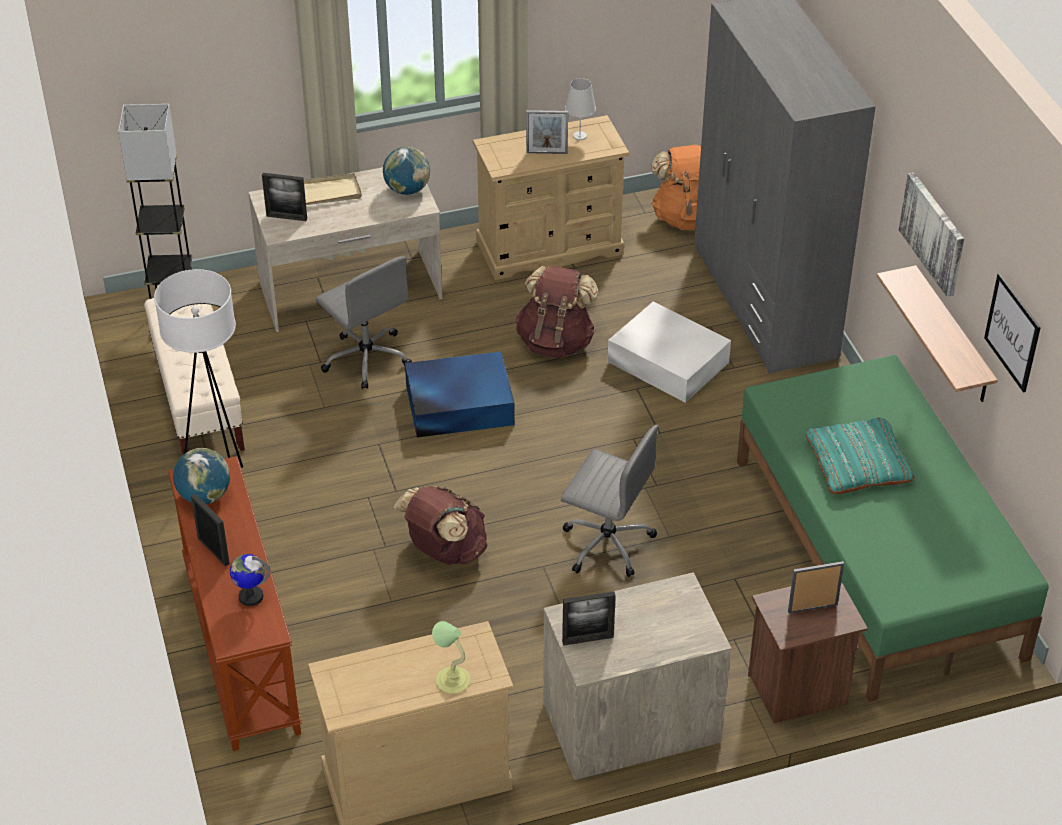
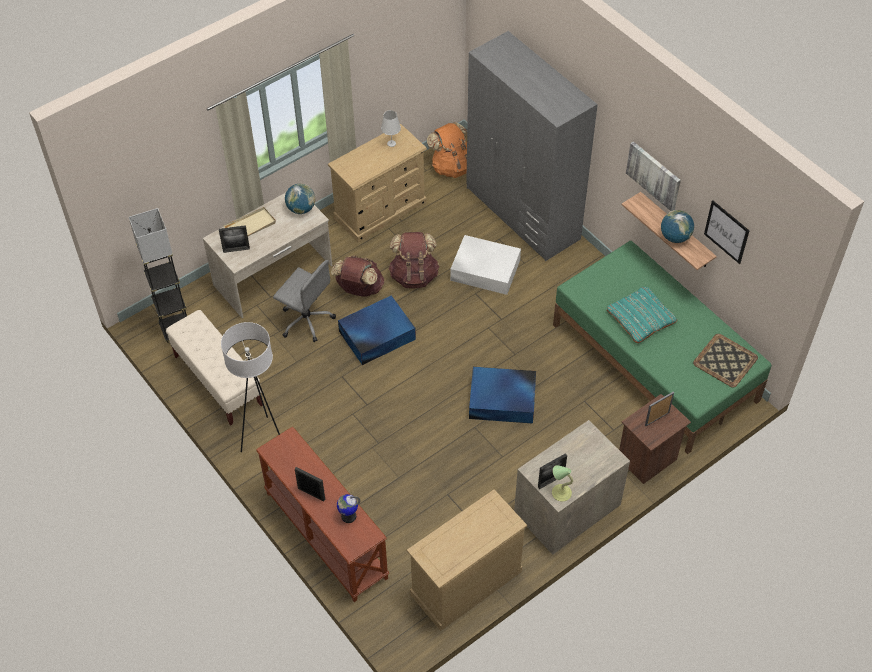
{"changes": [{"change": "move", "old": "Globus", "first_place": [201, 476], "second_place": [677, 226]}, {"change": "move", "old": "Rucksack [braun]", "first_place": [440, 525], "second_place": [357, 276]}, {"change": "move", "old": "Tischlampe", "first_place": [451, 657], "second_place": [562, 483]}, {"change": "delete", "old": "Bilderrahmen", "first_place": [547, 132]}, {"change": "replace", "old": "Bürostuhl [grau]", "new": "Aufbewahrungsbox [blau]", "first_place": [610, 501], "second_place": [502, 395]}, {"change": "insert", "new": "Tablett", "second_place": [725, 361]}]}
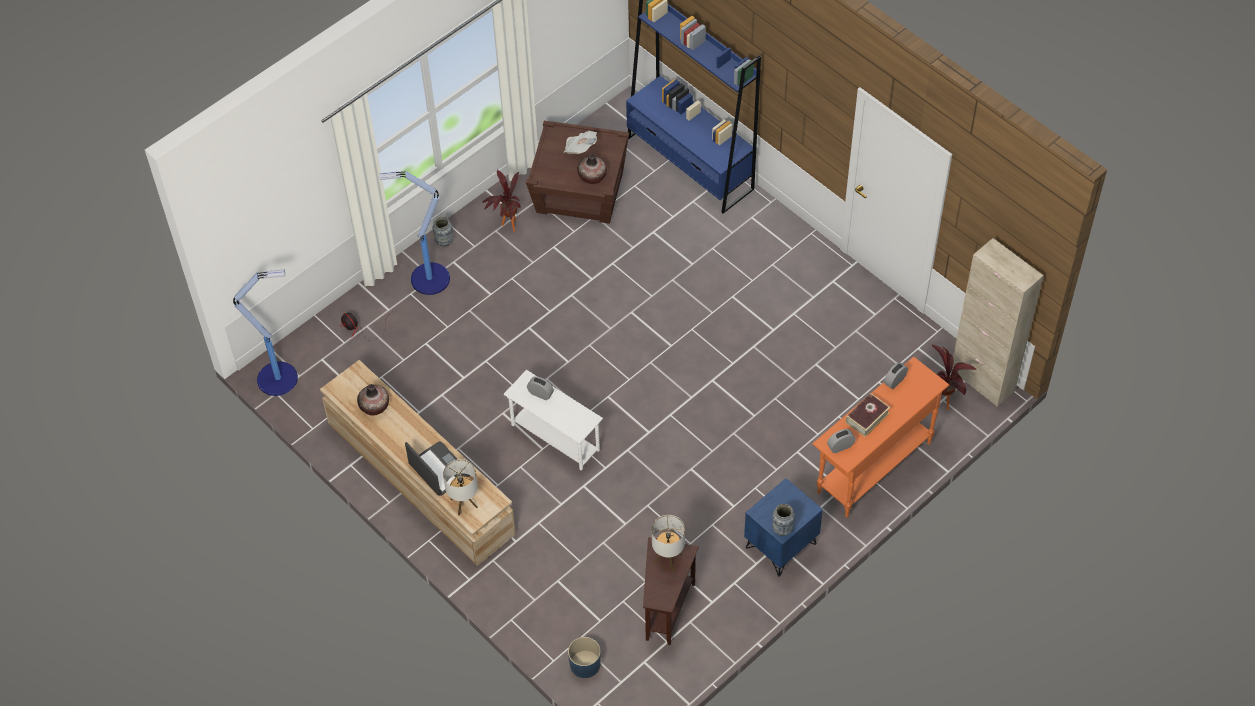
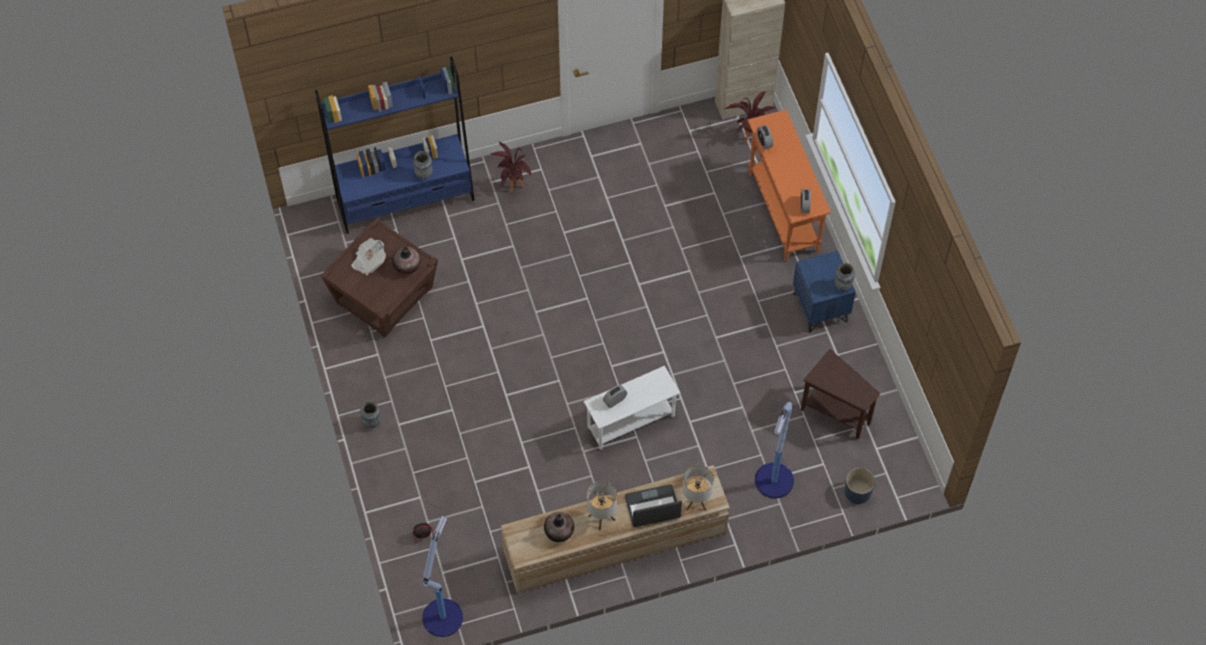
{"changes": [{"change": "move", "old": "Stehlampe", "first_place": [414, 233], "second_place": [774, 450]}, {"change": "move", "old": "Topfpflanze", "first_place": [501, 201], "second_place": [510, 167]}, {"change": "move", "old": "Tischlampe", "first_place": [668, 543], "second_place": [602, 505]}, {"change": "delete", "old": "Buch", "first_place": [867, 415]}, {"change": "insert", "new": "Vase", "second_place": [423, 165]}]}
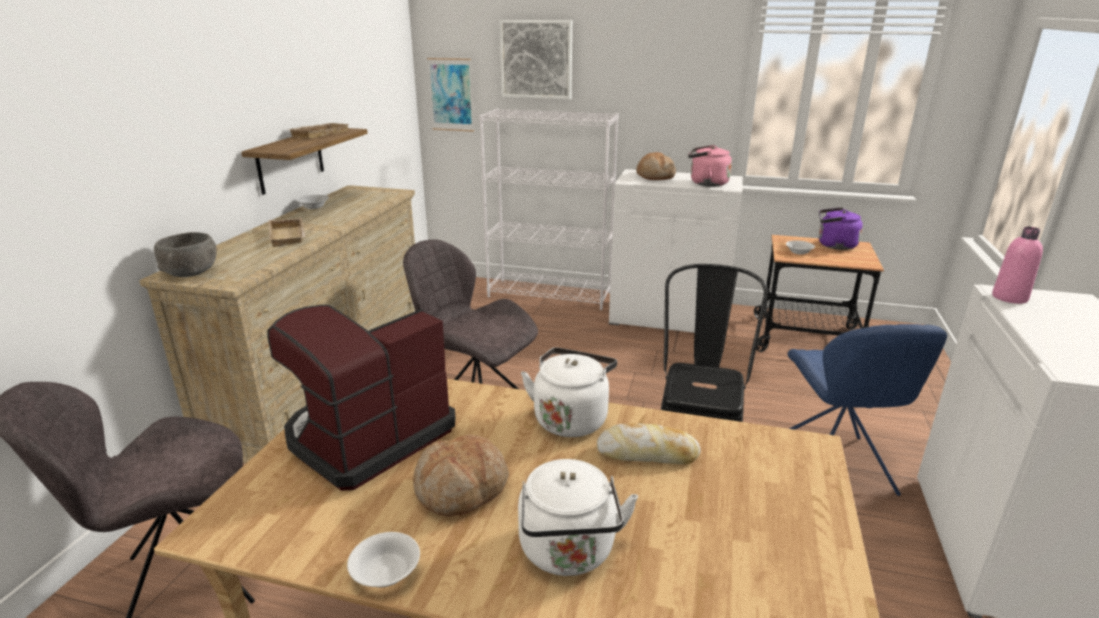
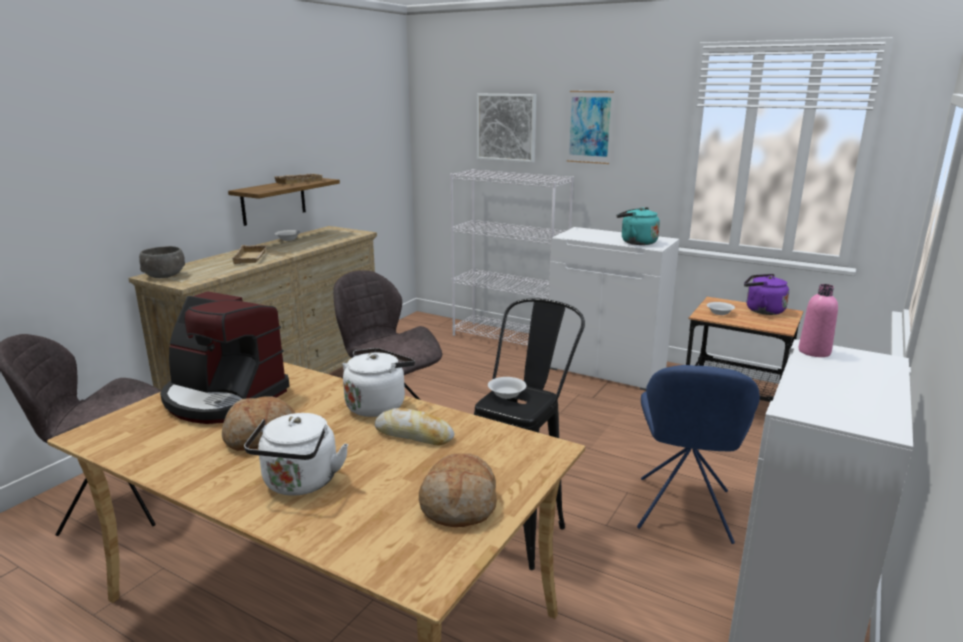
{"changes": [{"change": "rotate", "old": "Kaffeemaschine", "first_place": [361, 398], "second_place": [225, 357], "degrees": -120}, {"change": "move", "old": "Schüssel [weiß]", "first_place": [383, 559], "second_place": [507, 388]}, {"change": "move", "old": "Bild", "first_place": [450, 95], "second_place": [590, 127]}, {"change": "move", "old": "Brot", "first_place": [656, 166], "second_place": [458, 490]}, {"change": "recolor", "old": "Wasserkessel [rosa]", "new": "Wasserkessel [türkis]", "first_place": [710, 166], "second_place": [638, 226]}]}
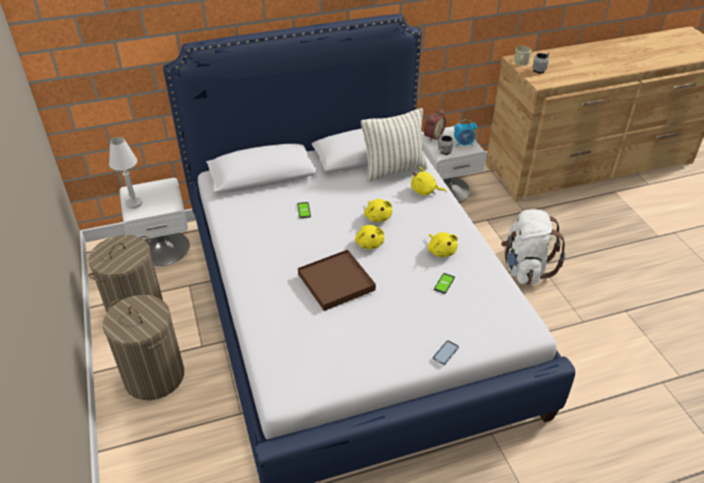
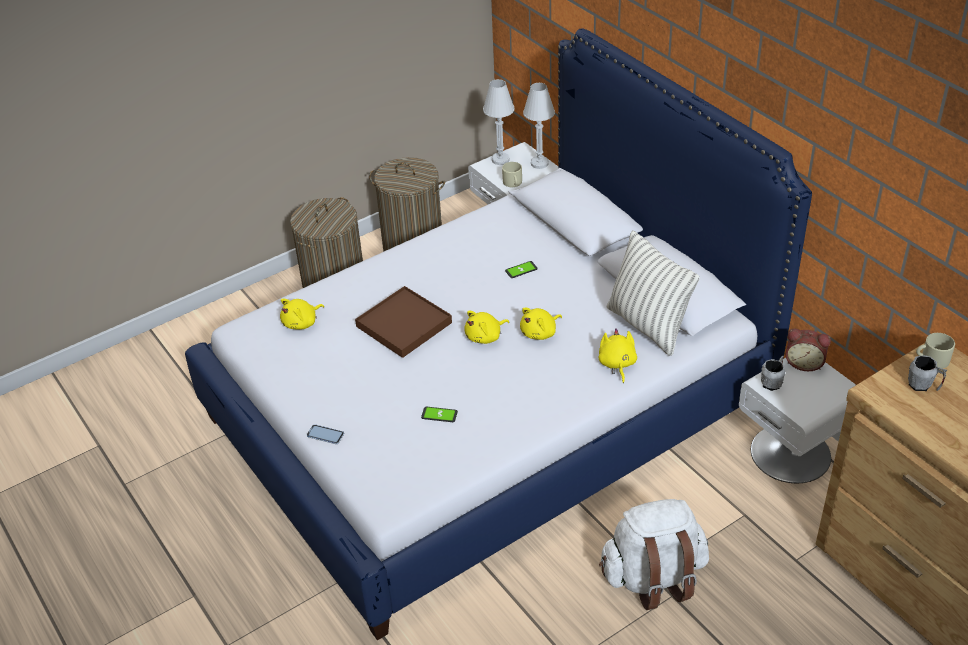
{"changes": [{"change": "move", "old": "Plüschtier [gelb]", "first_place": [443, 244], "second_place": [302, 314]}, {"change": "delete", "old": "Wecker", "first_place": [465, 133]}, {"change": "insert", "new": "Henkelbecher [beige]", "second_place": [512, 174]}, {"change": "insert", "new": "Tischlampe [weiß]", "second_place": [539, 126]}]}
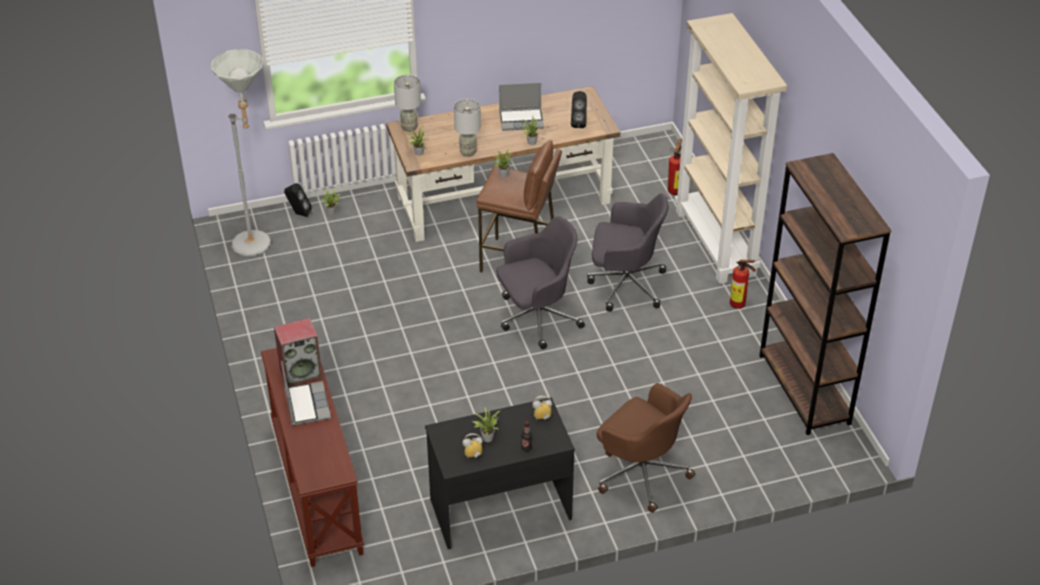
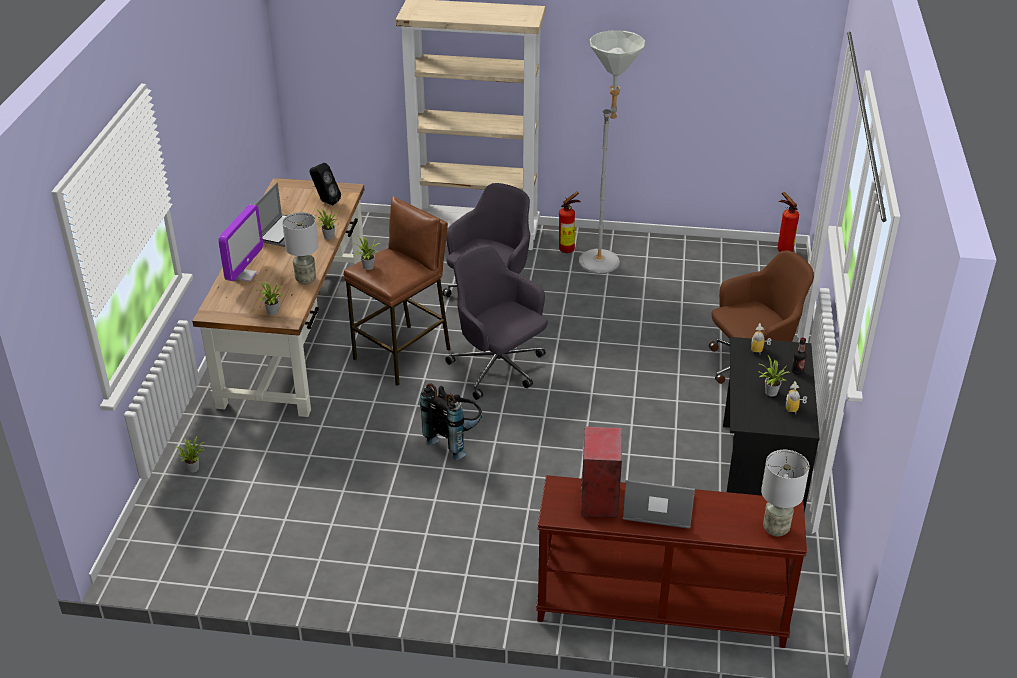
{"changes": [{"change": "move", "old": "Stehlampe [grau]", "first_place": [241, 152], "second_place": [612, 152]}, {"change": "delete", "old": "Lautsprecher [schwarz]", "first_place": [298, 200]}, {"change": "move", "old": "Tischlampe [grau]", "first_place": [407, 103], "second_place": [785, 493]}, {"change": "rotate", "old": "Bürostuhl [grau]", "first_place": [540, 282], "second_place": [496, 322], "degrees": -45}, {"change": "move", "old": "Feuerlöscher", "first_place": [675, 167], "second_place": [788, 222]}, {"change": "delete", "old": "Bücherregal [braun]", "first_place": [825, 294]}, {"change": "insert", "new": "Monitor", "second_place": [241, 243]}, {"change": "insert", "new": "Rucksack [schwarz]", "second_place": [451, 421]}]}
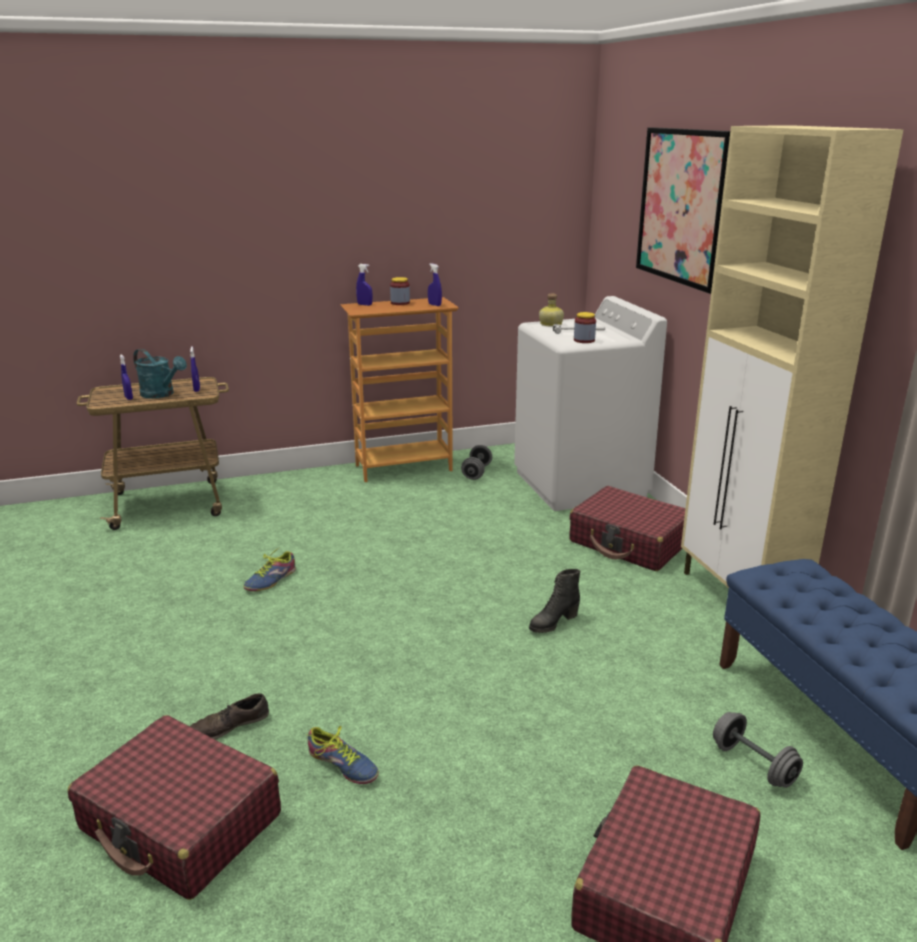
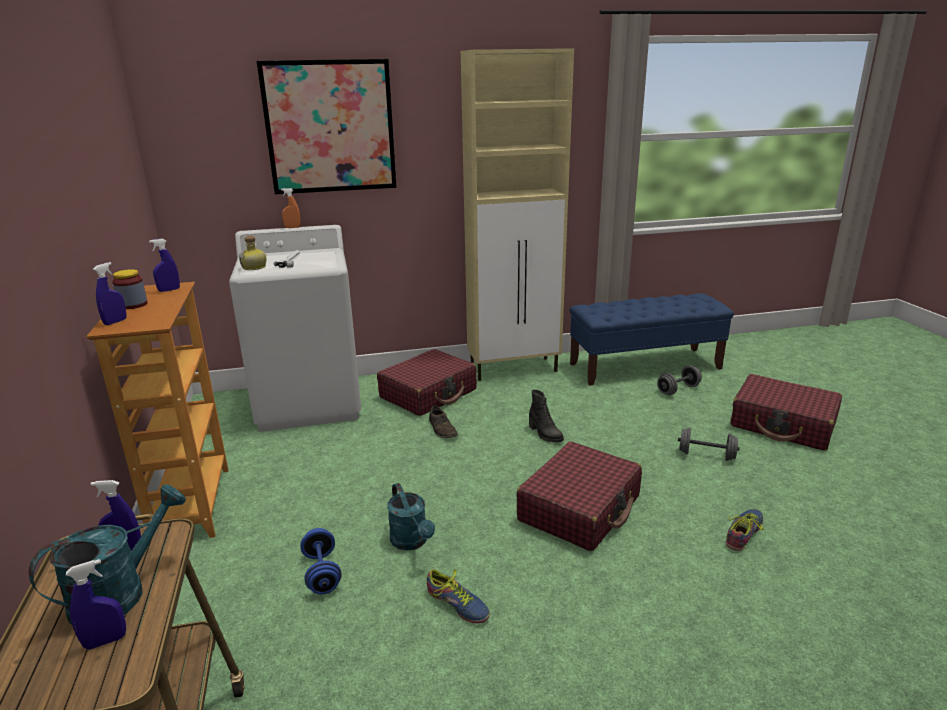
{"changes": [{"change": "move", "old": "Koffer [rot]", "first_place": [174, 807], "second_place": [579, 496]}, {"change": "move", "old": "Schuh [braun]", "first_place": [229, 716], "second_place": [443, 421]}, {"change": "move", "old": "Hantel [grau]", "first_place": [476, 462], "second_place": [709, 444]}, {"change": "delete", "old": "Vorratsglas", "first_place": [585, 327]}, {"change": "insert", "new": "Sprühflasche [orange]", "second_place": [291, 208]}, {"change": "insert", "new": "Hantel [blau]", "second_place": [321, 561]}, {"change": "insert", "new": "Gießkanne [türkis]", "second_place": [411, 516]}]}
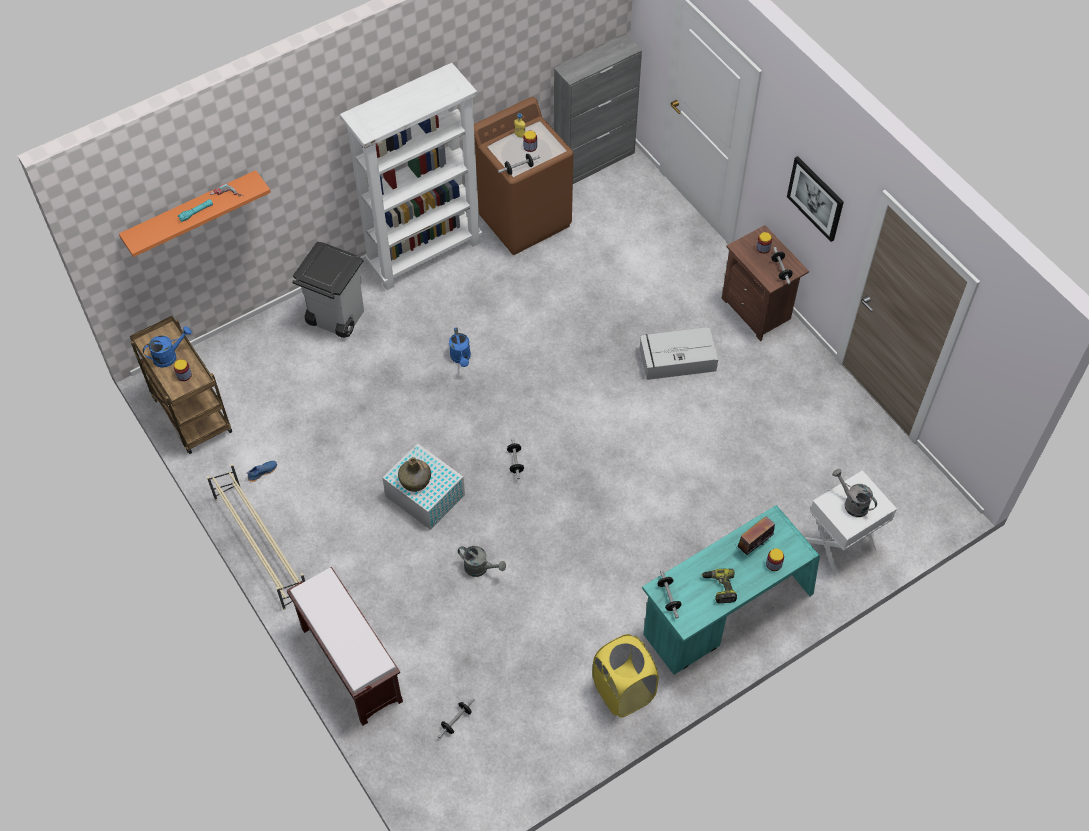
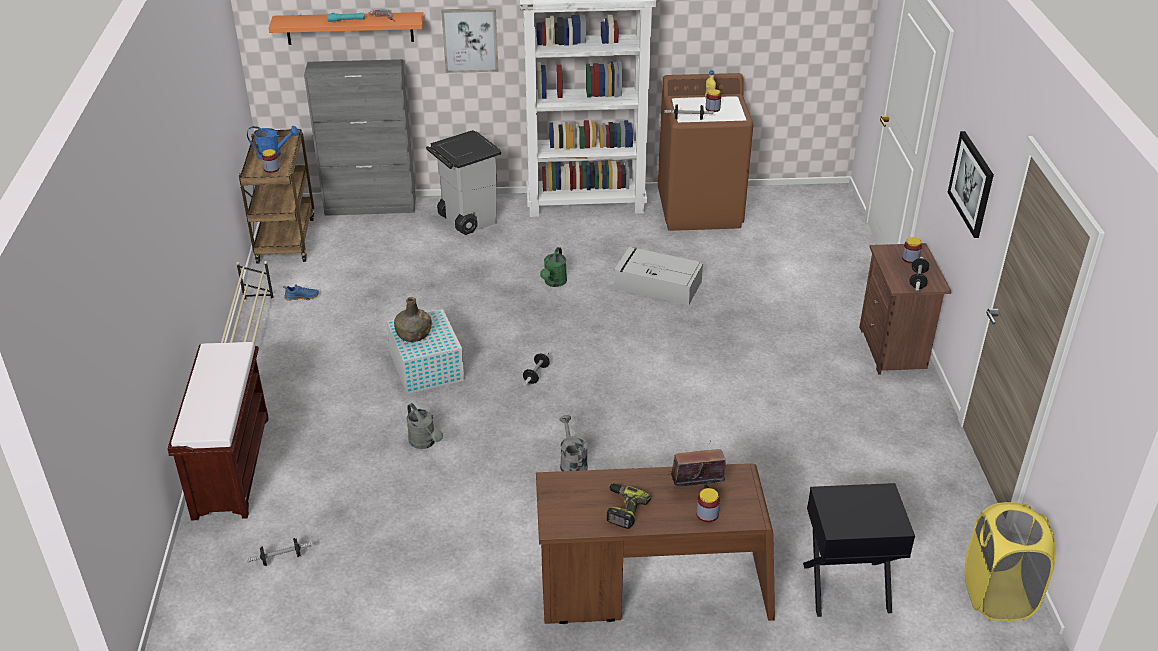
{"changes": [{"change": "recolor", "old": "Gießkanne [blau]", "new": "Gießkanne [grün]", "first_place": [460, 347], "second_place": [553, 267]}, {"change": "move", "old": "Schrank [grau]", "first_place": [598, 109], "second_place": [360, 137]}, {"change": "move", "old": "Wäschekorb [gelb]", "first_place": [625, 676], "second_place": [1010, 561]}, {"change": "move", "old": "Aufbewahrungsbox [grau]", "first_place": [679, 353], "second_place": [658, 276]}, {"change": "recolor", "old": "Schreibtisch [türkis]", "new": "Schreibtisch [braun]", "first_place": [731, 590], "second_place": [655, 543]}, {"change": "delete", "old": "Hantel", "first_place": [669, 594]}, {"change": "recolor", "old": "Nachttisch [weiß]", "new": "Nachttisch [schwarz]", "first_place": [851, 523], "second_place": [859, 550]}, {"change": "move", "old": "Gießkanne [grau]", "first_place": [854, 493], "second_place": [573, 443]}, {"change": "insert", "new": "Bild", "second_place": [469, 40]}]}
